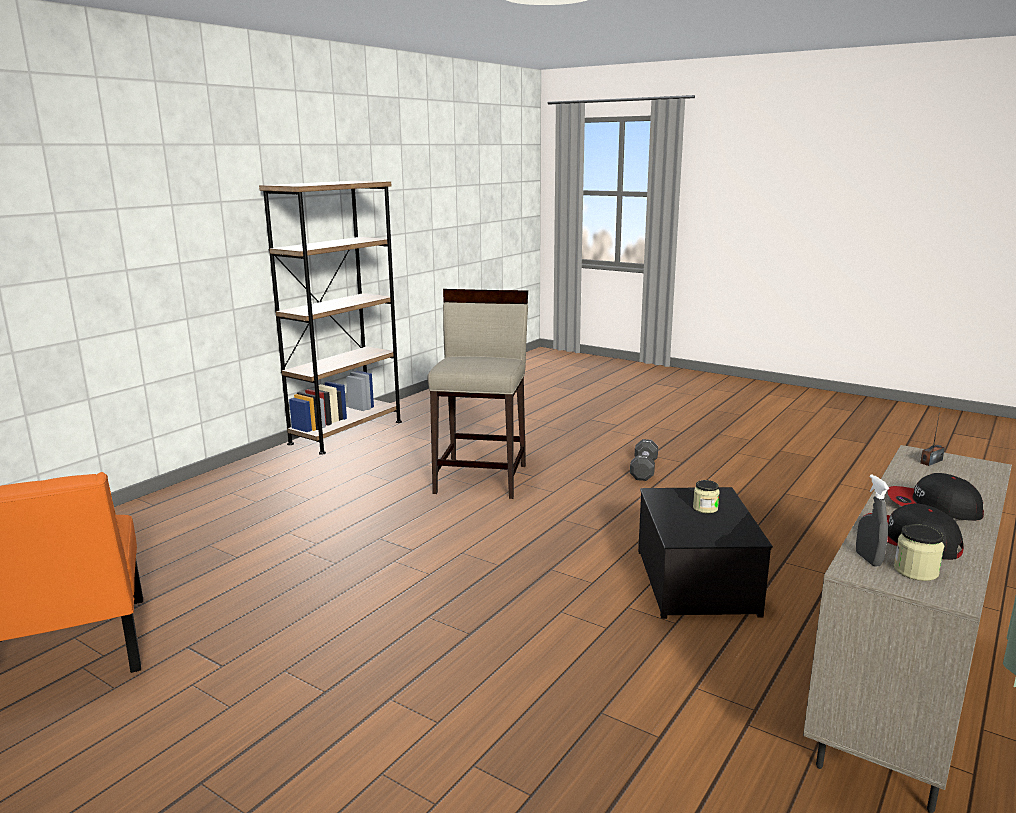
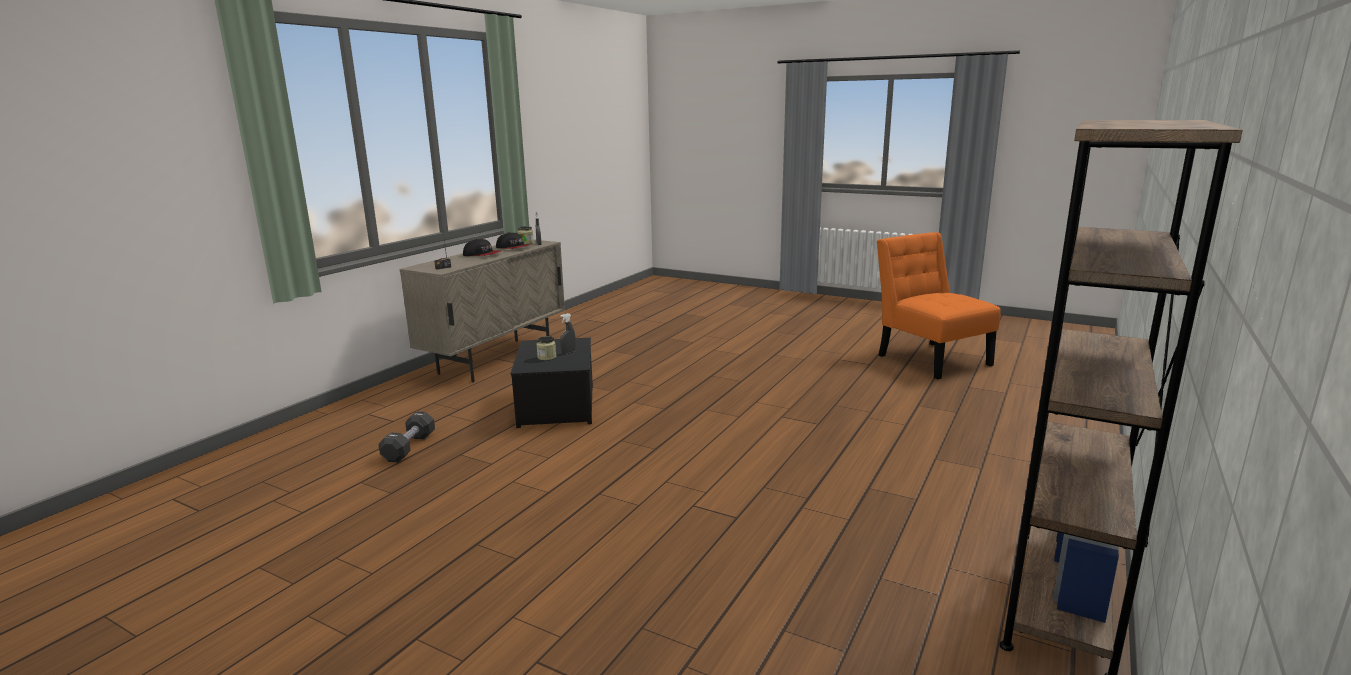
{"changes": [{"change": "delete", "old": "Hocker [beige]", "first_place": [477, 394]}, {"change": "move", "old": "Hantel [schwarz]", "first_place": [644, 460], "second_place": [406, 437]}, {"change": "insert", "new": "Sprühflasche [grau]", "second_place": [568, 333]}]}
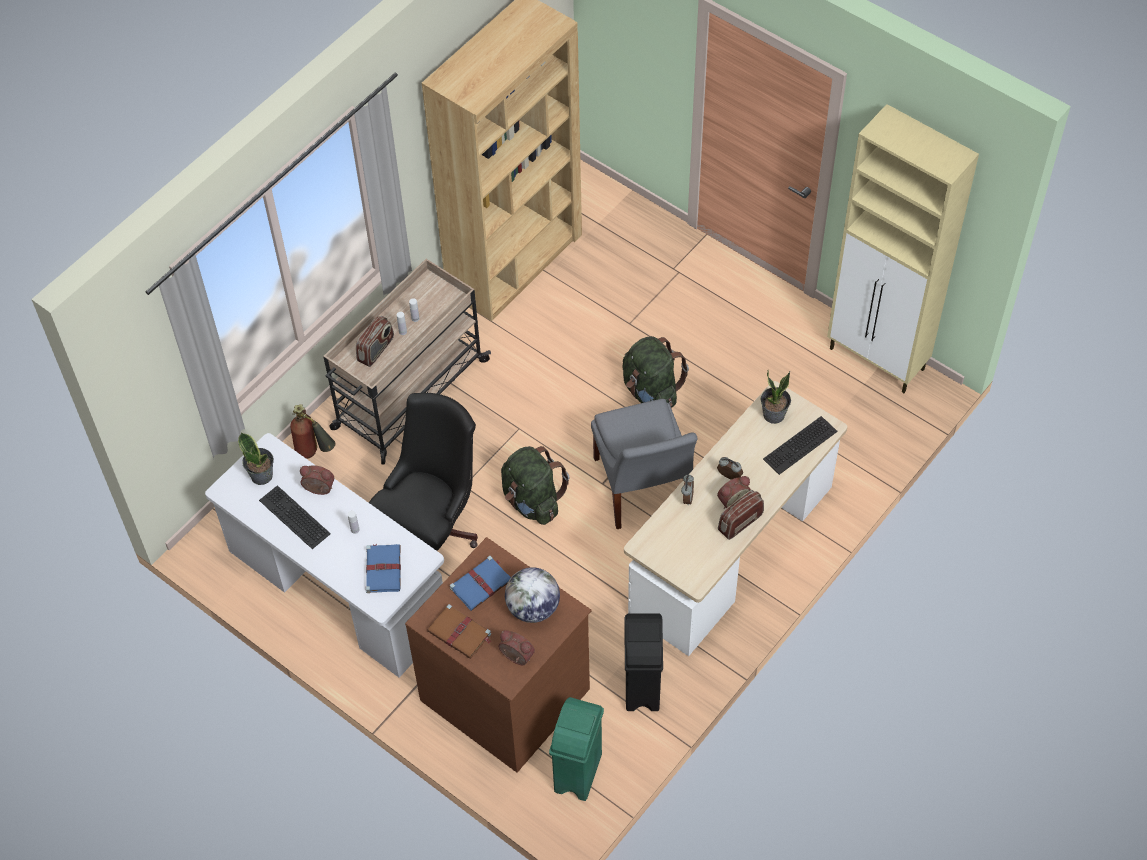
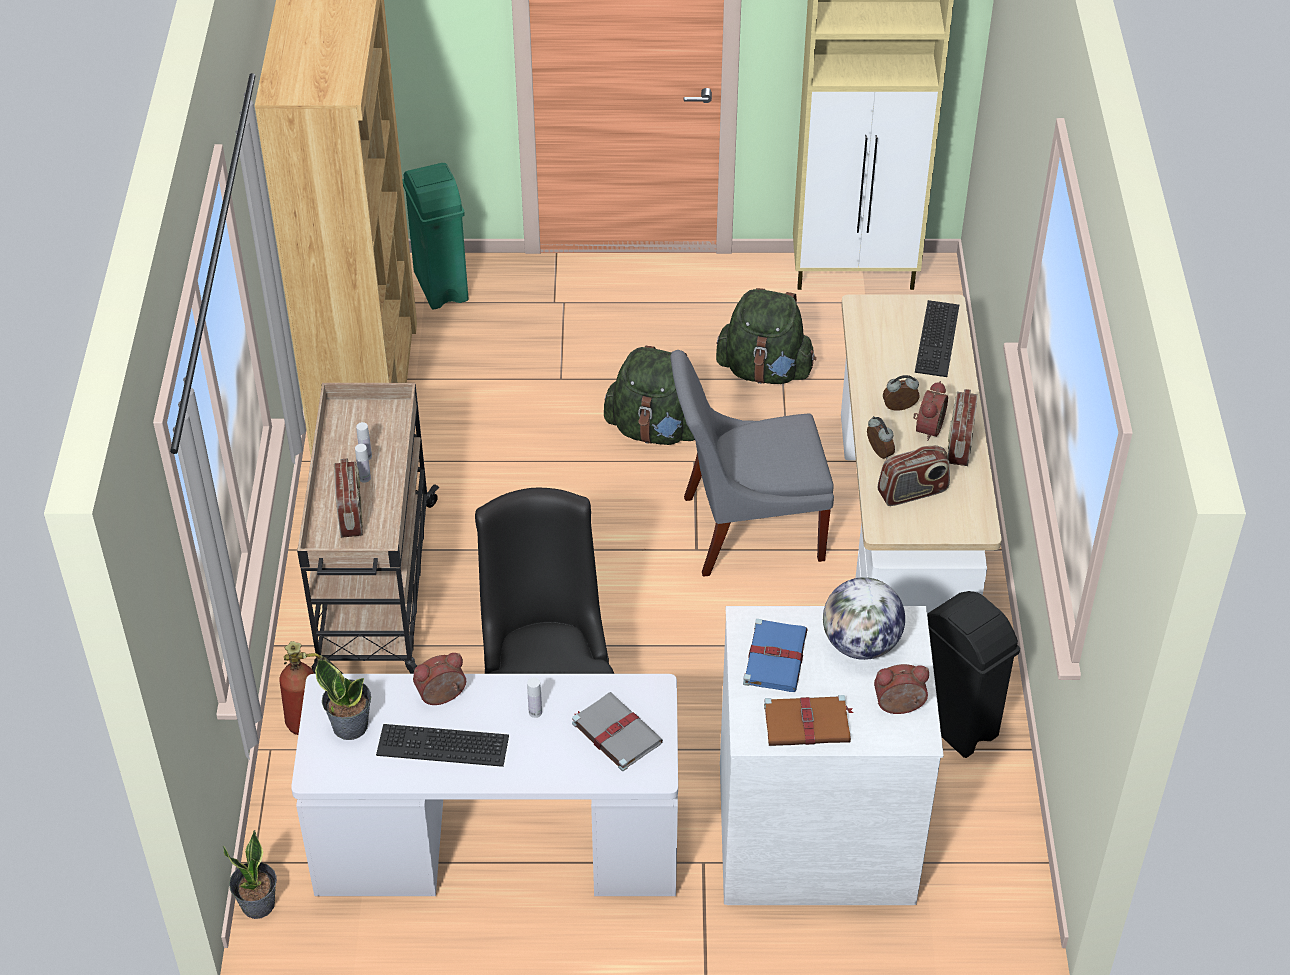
{"changes": [{"change": "recolor", "old": "Buch [blau]", "new": "Buch [grau]", "first_place": [383, 568], "second_place": [617, 731]}, {"change": "recolor", "old": "Kommode [braun]", "new": "Kommode [weiß]", "first_place": [498, 655], "second_place": [832, 755]}, {"change": "move", "old": "Rucksack [grün]", "first_place": [535, 485], "second_place": [766, 336]}, {"change": "move", "old": "Mülleimer [grün]", "first_place": [576, 749], "second_place": [435, 236]}, {"change": "rotate", "old": "Stuhl [grau]", "first_place": [644, 464], "second_place": [752, 463], "degrees": 135}, {"change": "move", "old": "Topfpflanze", "first_place": [776, 397], "second_place": [250, 874]}, {"change": "insert", "new": "Radio", "second_place": [914, 475]}]}
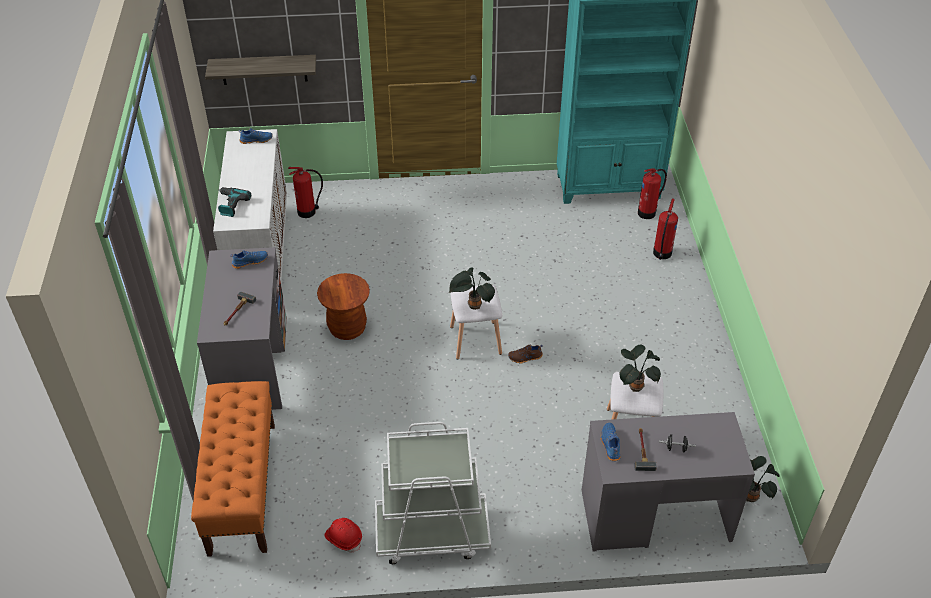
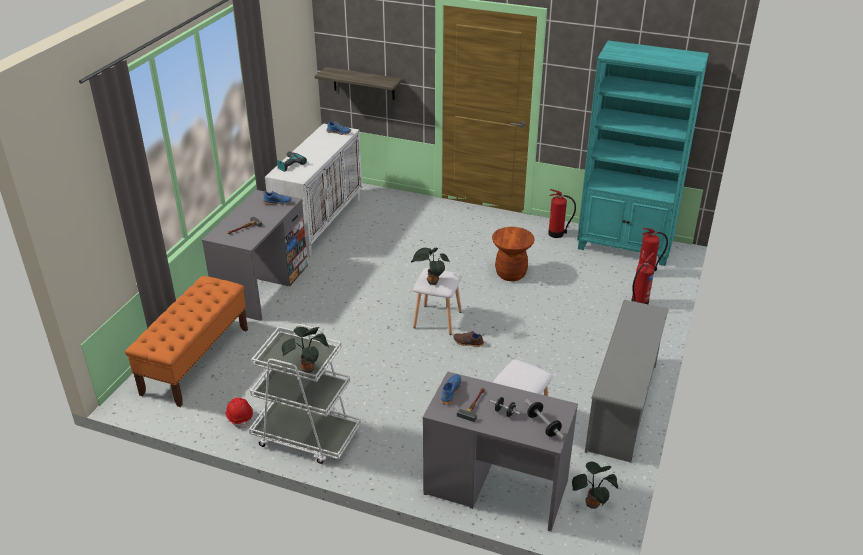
{"changes": [{"change": "move", "old": "Feuerlöscher", "first_place": [305, 192], "second_place": [562, 213]}, {"change": "move", "old": "Hocker [braun]", "first_place": [343, 306], "second_place": [513, 254]}, {"change": "move", "old": "Topfpflanze", "first_place": [640, 368], "second_place": [305, 350]}, {"change": "insert", "new": "Hantel", "second_place": [545, 419]}, {"change": "insert", "new": "Schuhregal [grau]", "second_place": [627, 381]}]}
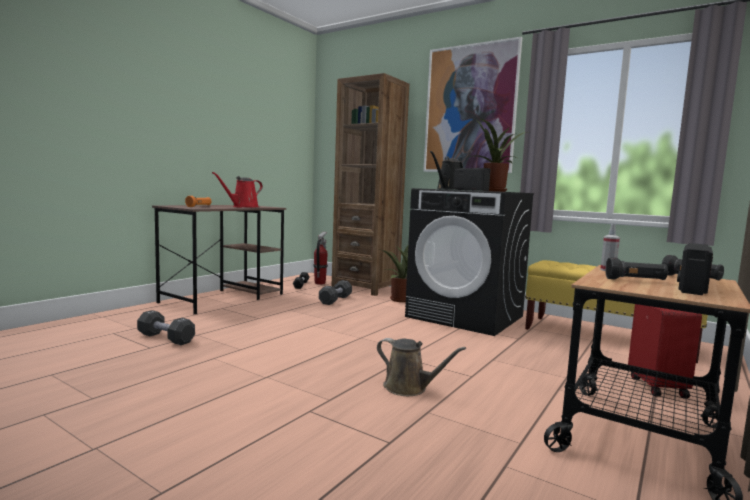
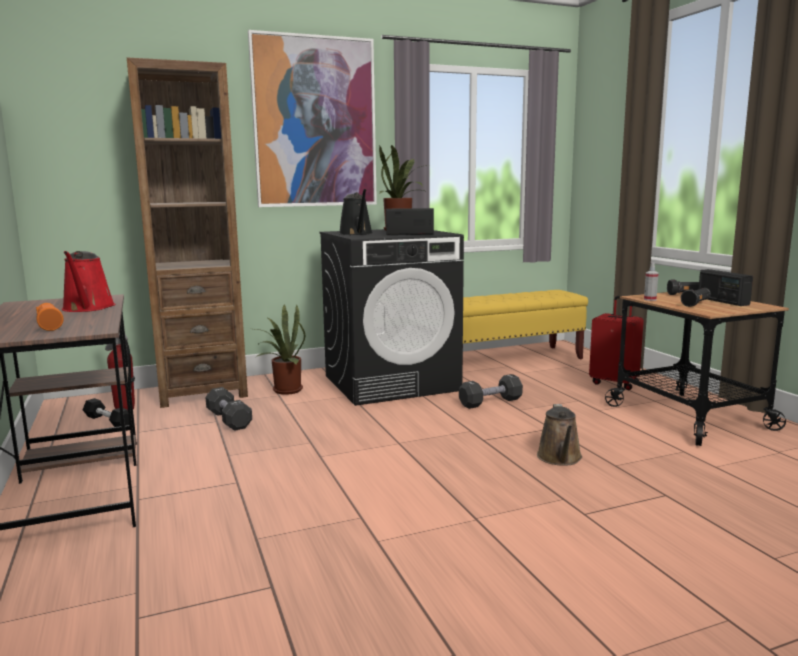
{"changes": [{"change": "move", "old": "Hantel [schwarz]", "first_place": [166, 327], "second_place": [491, 391]}, {"change": "rotate", "old": "Gießkanne [braun]", "first_place": [421, 367], "second_place": [559, 435], "degrees": 120}]}
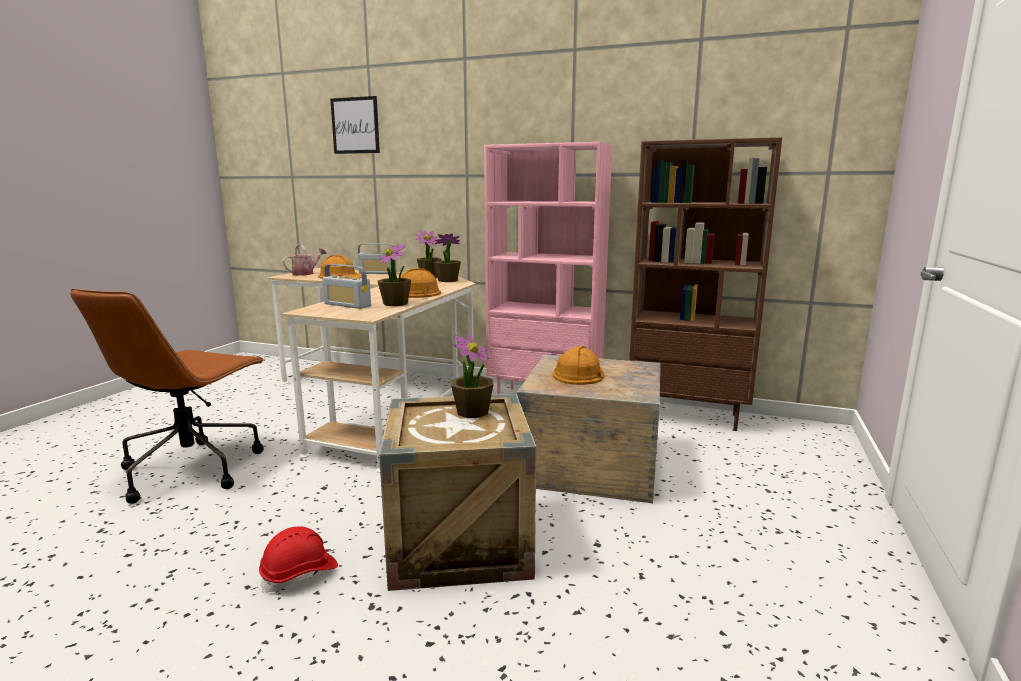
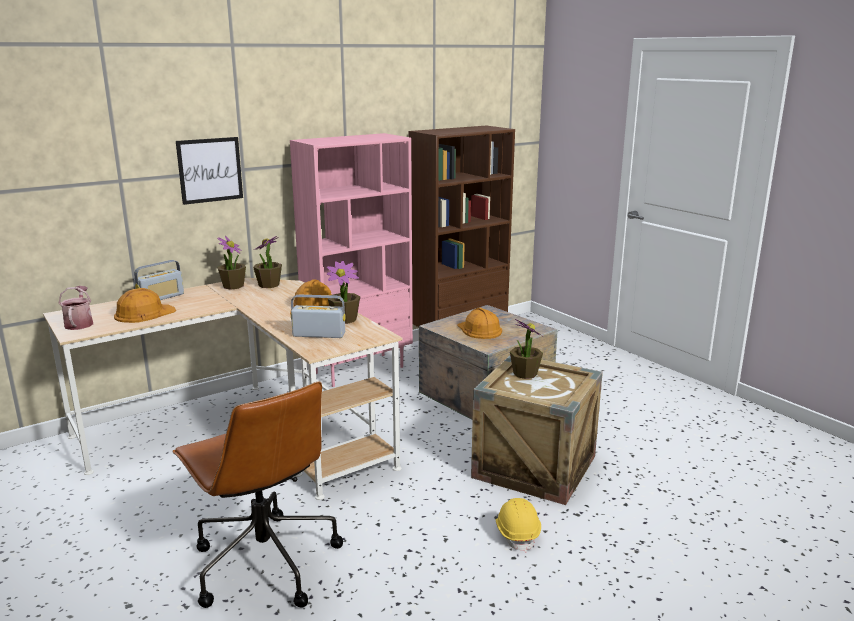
{"changes": [{"change": "recolor", "old": "Schutzhelm [rot]", "new": "Schutzhelm [gelb]", "first_place": [298, 559], "second_place": [518, 525]}, {"change": "rotate", "old": "Radio", "first_place": [346, 286], "second_place": [318, 316], "degrees": -150}, {"change": "move", "old": "Bild", "first_place": [355, 125], "second_place": [209, 171]}]}
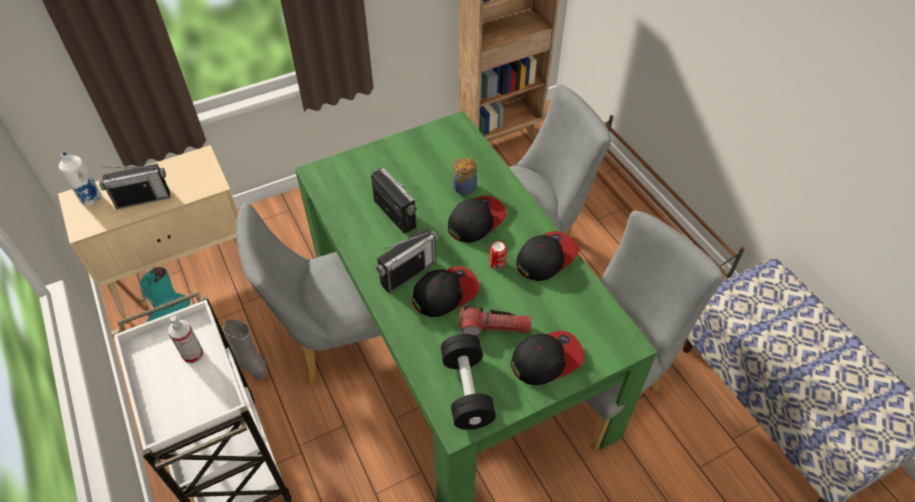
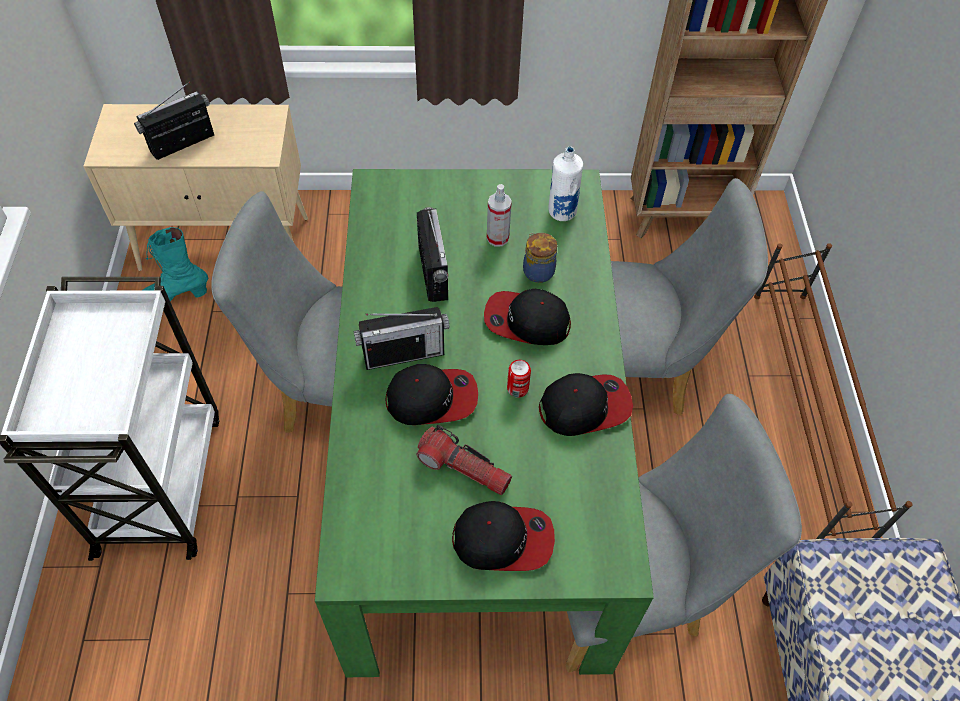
{"changes": [{"change": "move", "old": "Flasche [weiß]", "first_place": [80, 178], "second_place": [566, 183]}, {"change": "rotate", "old": "Radio", "first_place": [134, 186], "second_place": [174, 120], "degrees": 135}, {"change": "move", "old": "Sprühflasche", "first_place": [185, 340], "second_place": [499, 215]}, {"change": "delete", "old": "Stiefel [grau]", "first_place": [243, 350]}, {"change": "delete", "old": "Hantel [schwarz]", "first_place": [468, 382]}, {"change": "rotate", "old": "Kappe", "first_place": [477, 219], "second_place": [527, 317], "degrees": -150}]}
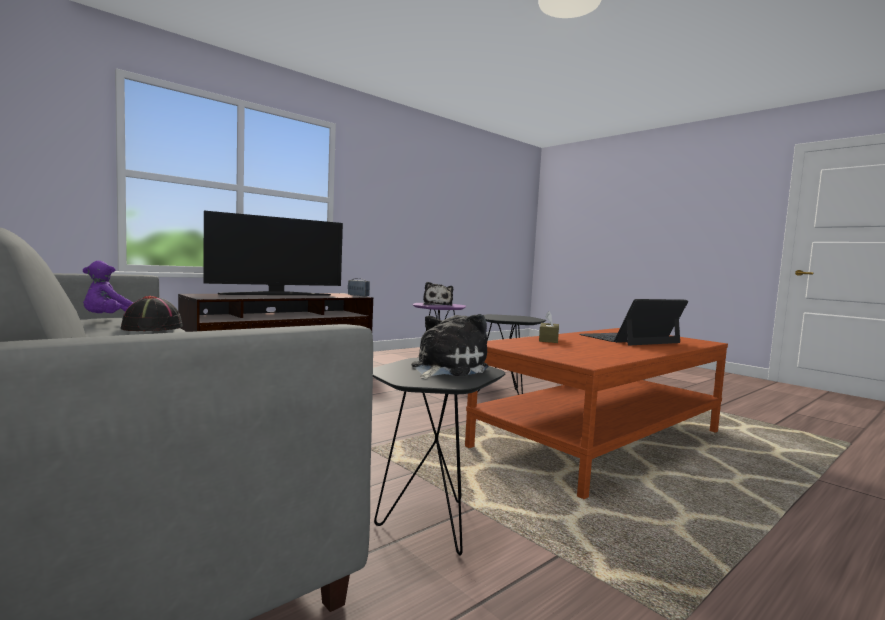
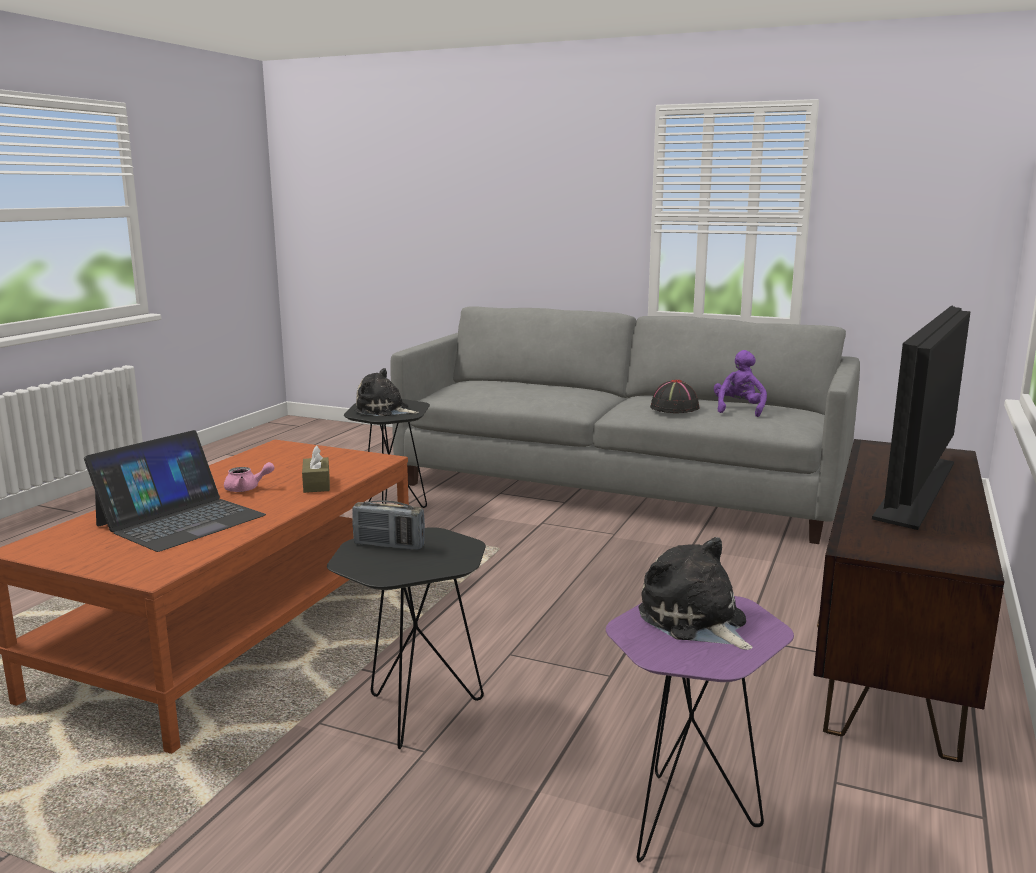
{"changes": [{"change": "move", "old": "Radio", "first_place": [359, 287], "second_place": [388, 525]}, {"change": "rotate", "old": "Plüschtier", "first_place": [450, 346], "second_place": [386, 392], "degrees": 105}, {"change": "insert", "new": "Teekanne [rosa]", "second_place": [249, 477]}]}
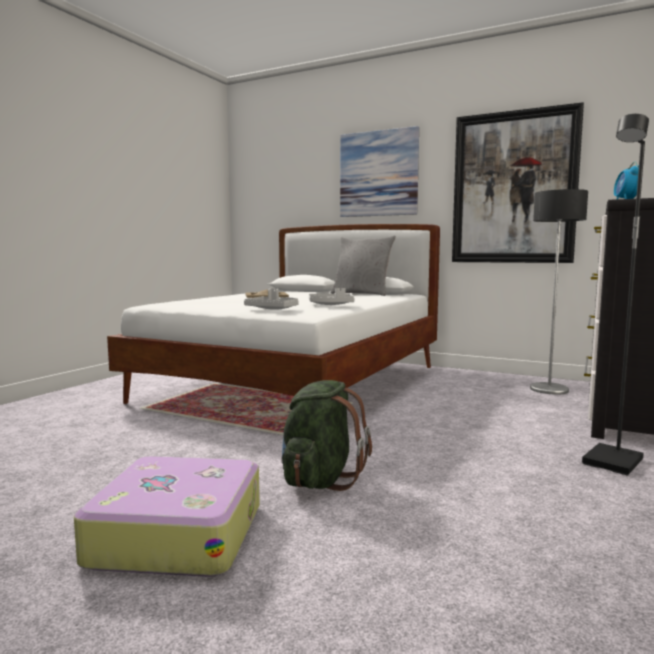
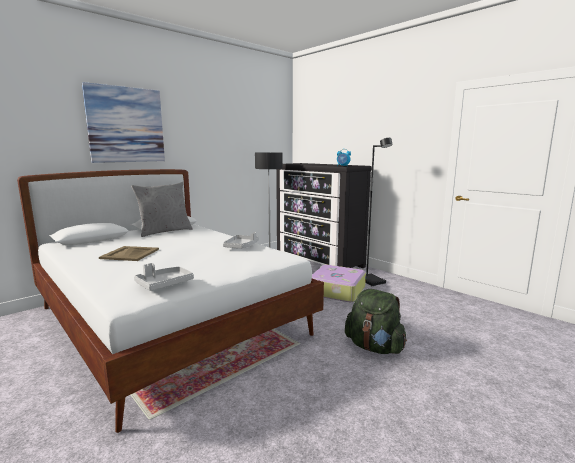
{"changes": [{"change": "move", "old": "Koffer", "first_place": [167, 516], "second_place": [339, 283]}, {"change": "move", "old": "Tablett [grau]", "first_place": [271, 299], "second_place": [164, 277]}, {"change": "delete", "old": "Bild", "first_place": [518, 182]}]}
